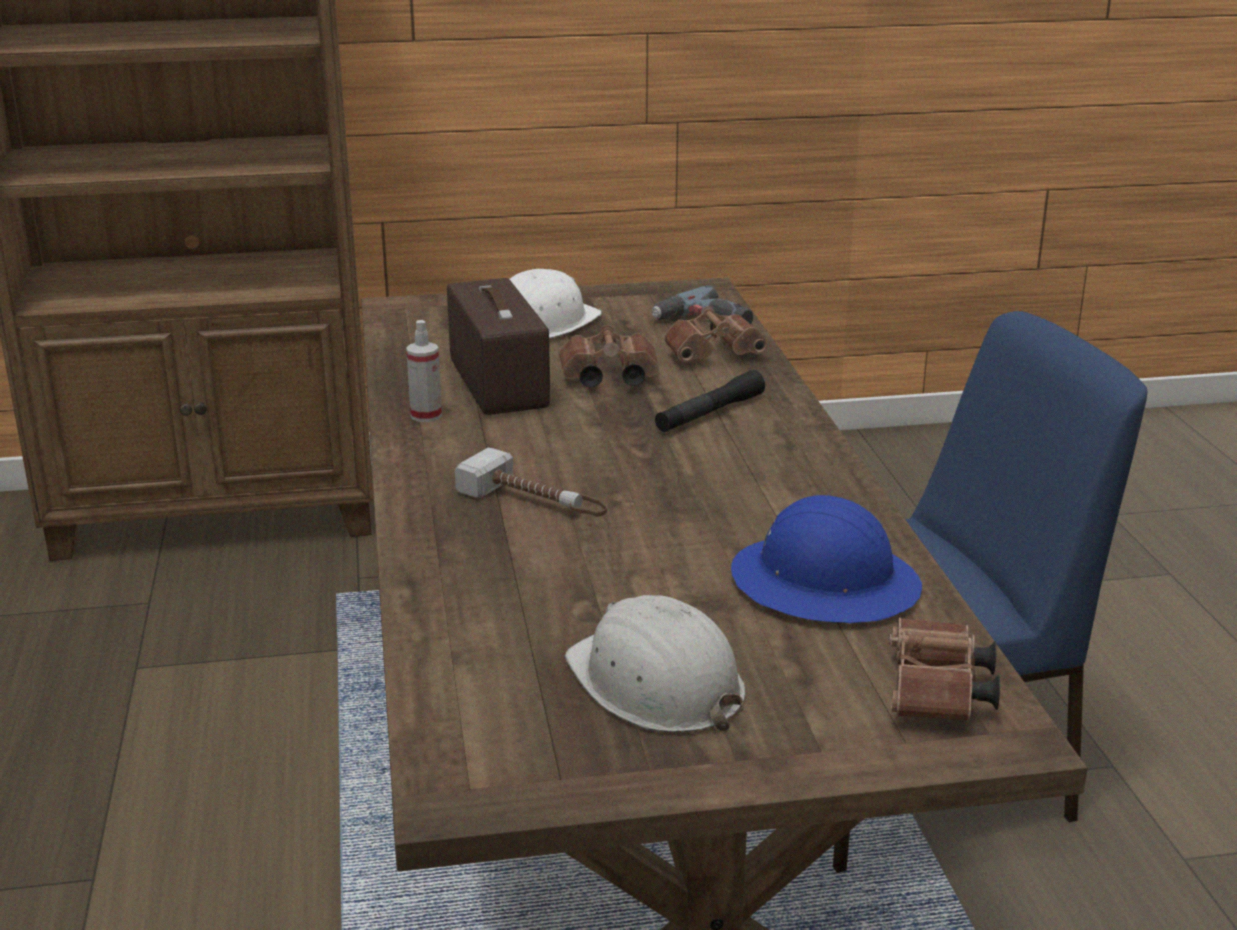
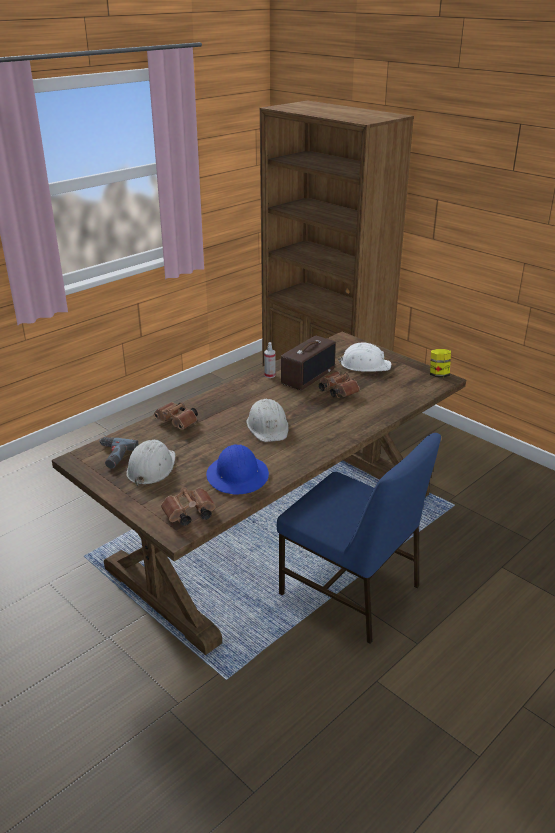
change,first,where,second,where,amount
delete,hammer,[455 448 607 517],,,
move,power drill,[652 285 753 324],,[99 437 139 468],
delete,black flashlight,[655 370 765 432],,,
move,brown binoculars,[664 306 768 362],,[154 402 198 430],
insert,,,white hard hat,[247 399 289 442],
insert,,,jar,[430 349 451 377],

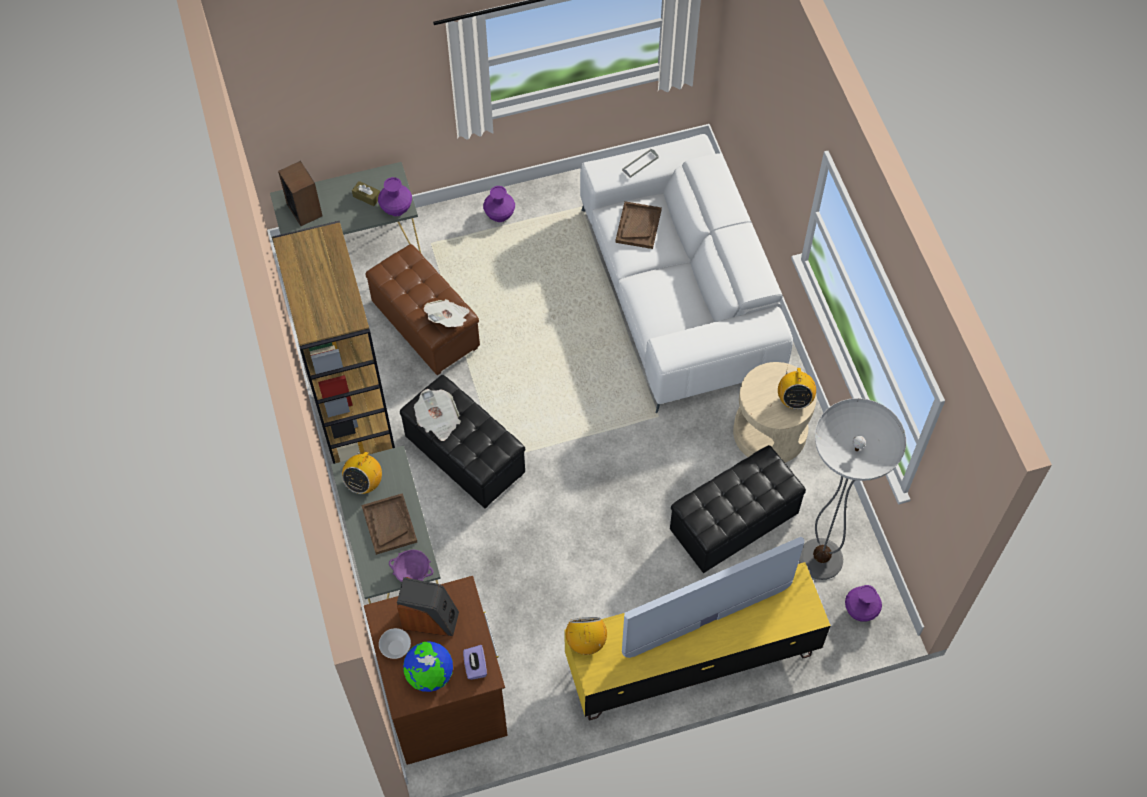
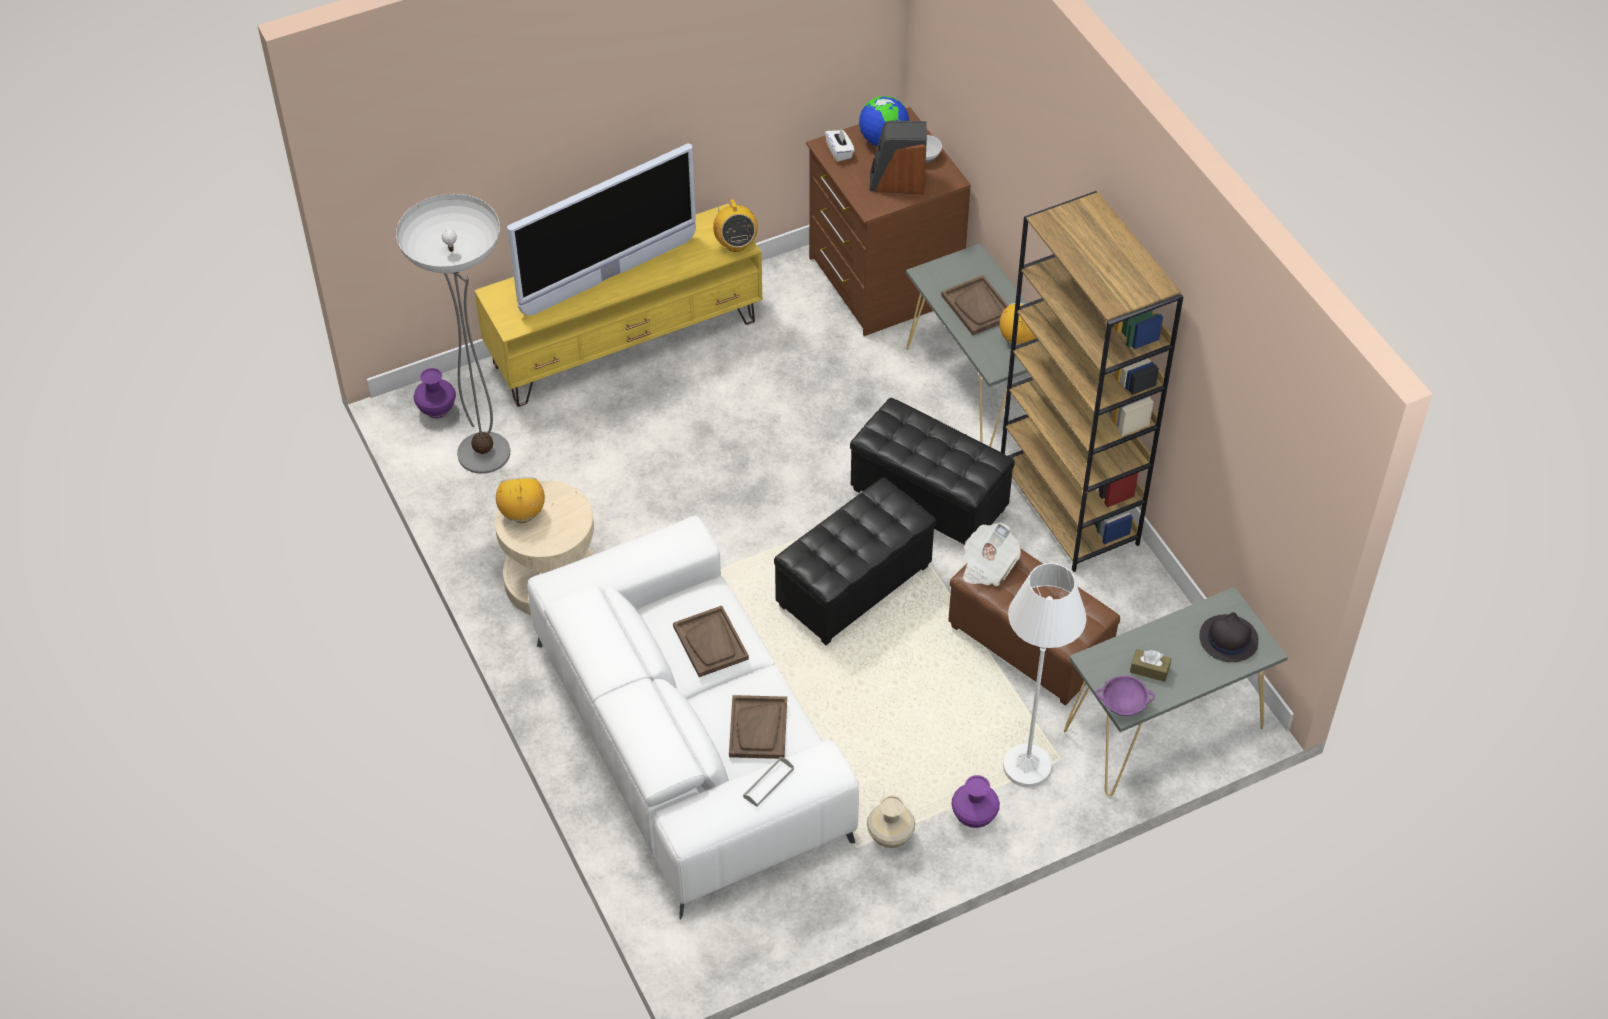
change,first,where,second,where,amount
replace,speaker,[278 161 323 226],black hat,[1199 612 1259 662],
delete,purple vase,[378 177 412 216],,,
move,purple bowl,[389 549 433 582],,[1095 676 1155 716],
delete,newspaper,[414 389 461 441],,,
recolor,purple tissue box,[463 645 487 680],white tissue box,[825 129 855 162],
move,black ottoman,[670 445 806 573],,[774 478 936 645],
insert,,,brown tray,[673 606 749 677],
insert,,,beige vase,[867 795 915 848],
insert,,,white floor lamp,[1003 563 1087 787],

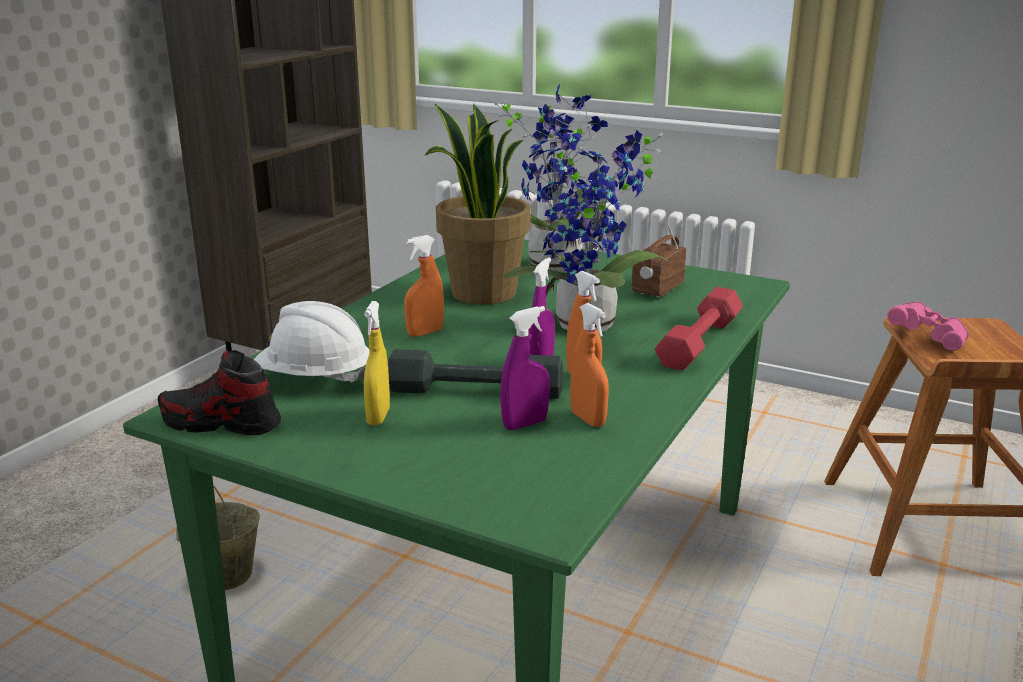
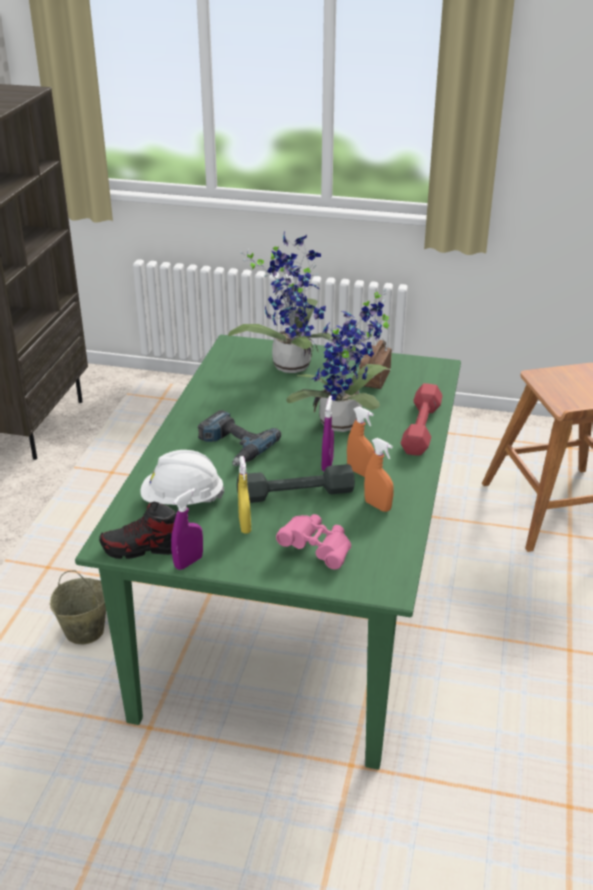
change,first,where,second,where,amount
replace,orange spray bottle,[404 235 444 337],power drill,[197 410 281 466],
delete,potted plant,[424 104 531 305],,,
move,purple spray bottle,[500 306 550 430],,[171 488 203 570],
move,pink binoculars,[887 302 969 351],,[276 514 351 570],

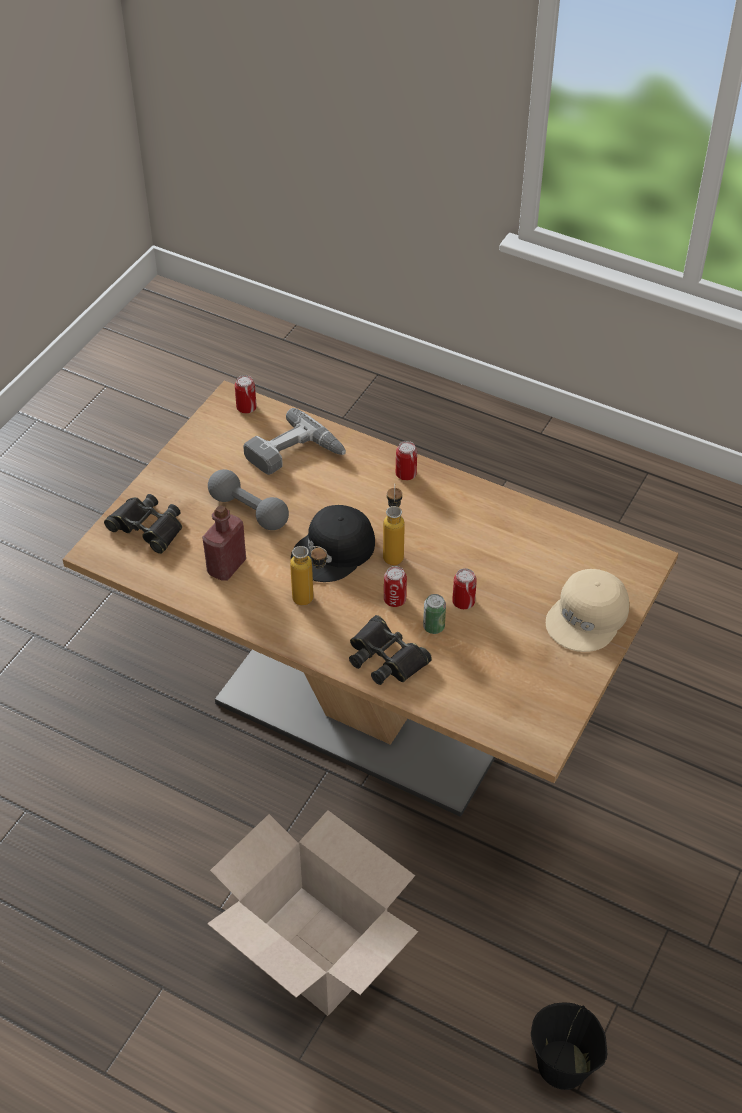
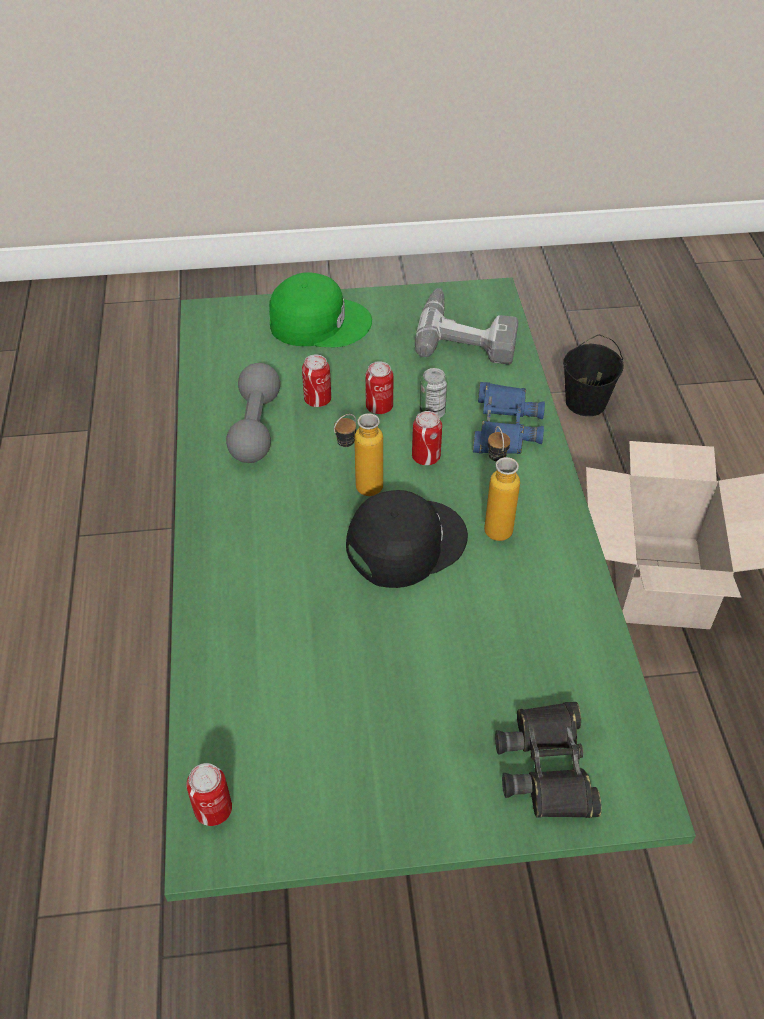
change,first,where,second,where,amount
recolor,brown dining table,[63 381 678 817],green dining table,[164 277 696 902],
delete,red bottle,[202 505 246 581],,,
move,grey dumbbell,[208 469 289 530],,[226 363 280 463],
move,power drill,[243 408 346 475],,[415 288 518 365],
rotate,black cap,[291 505 375 582],,[346 490 468 588],45 degrees counterclockwise
recolor,black binoculars,[349 615 432 685],blue binoculars,[473 382 545 454],
move,can,[396 441 417 480],,[302 355 331 407],
recolor,beige cap,[546 569 629 652],green cap,[269 272 372 347],

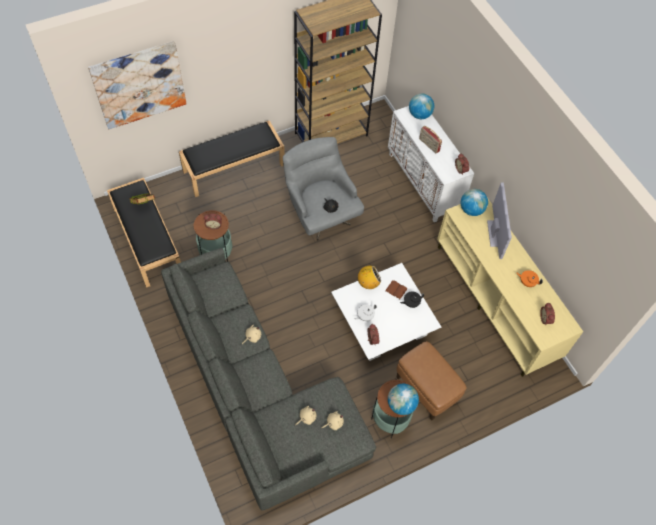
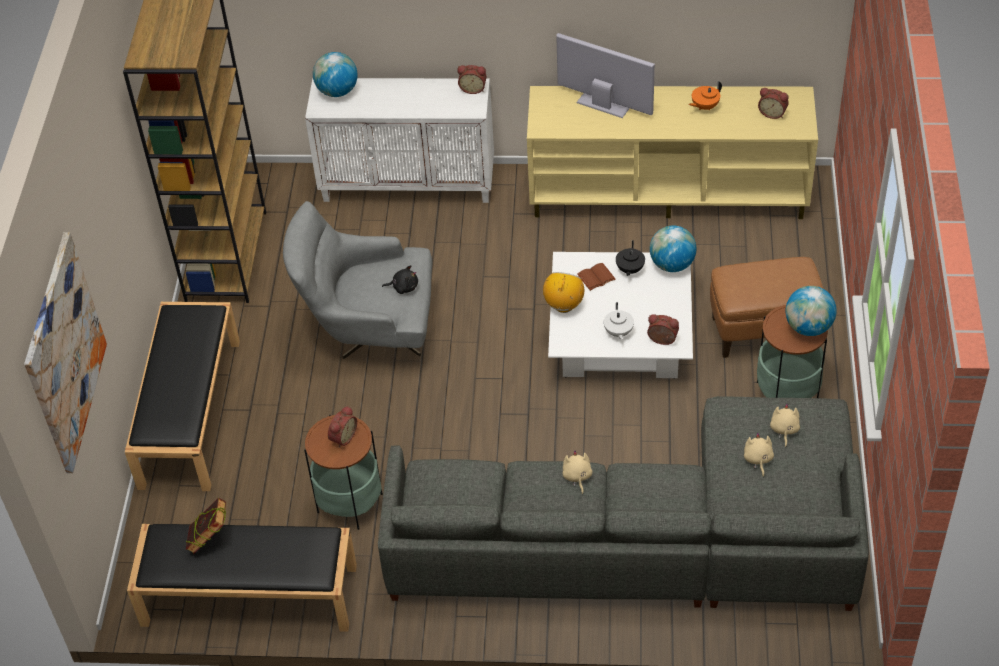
change,first,where,second,where,amount
delete,radio,[419 126 442 153],,,
move,globe,[461 189 488 216],,[650 225 696 272],

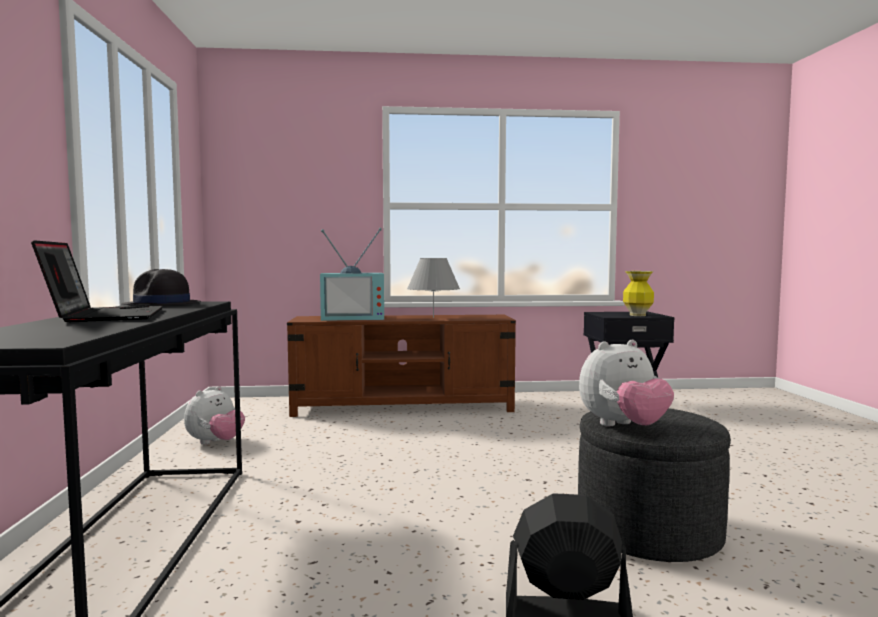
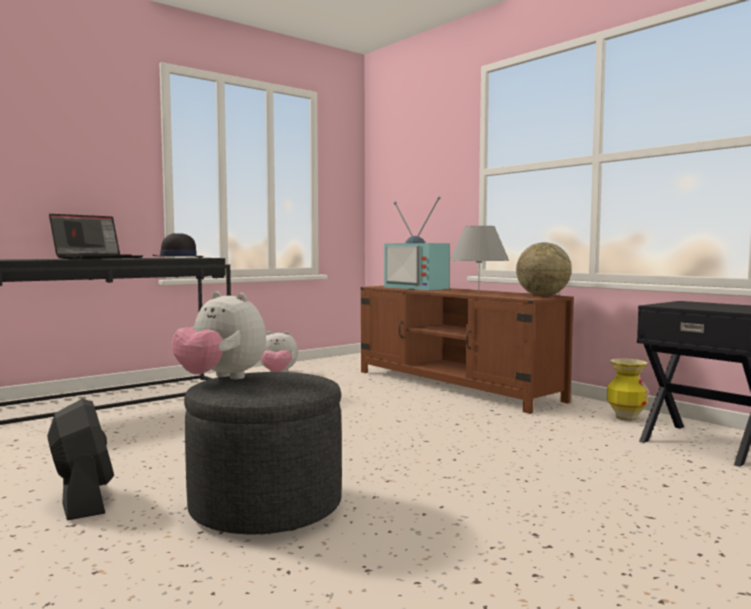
change,first,where,second,where,amount
move,vase,[623 271 654 316],,[607 358 649 421],
insert,,,globe,[516 242 572 296],

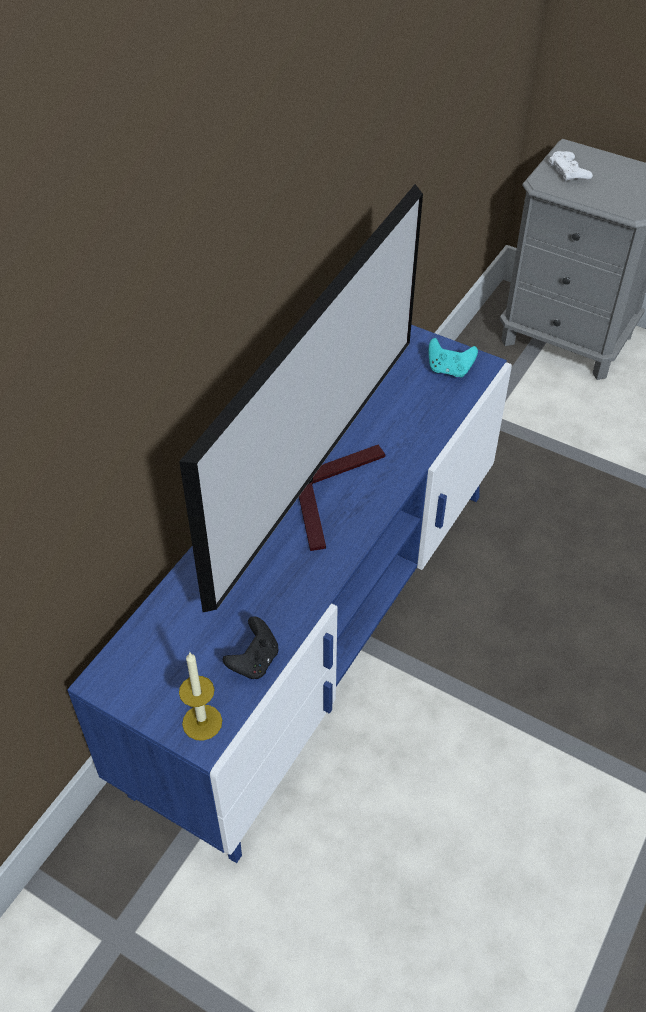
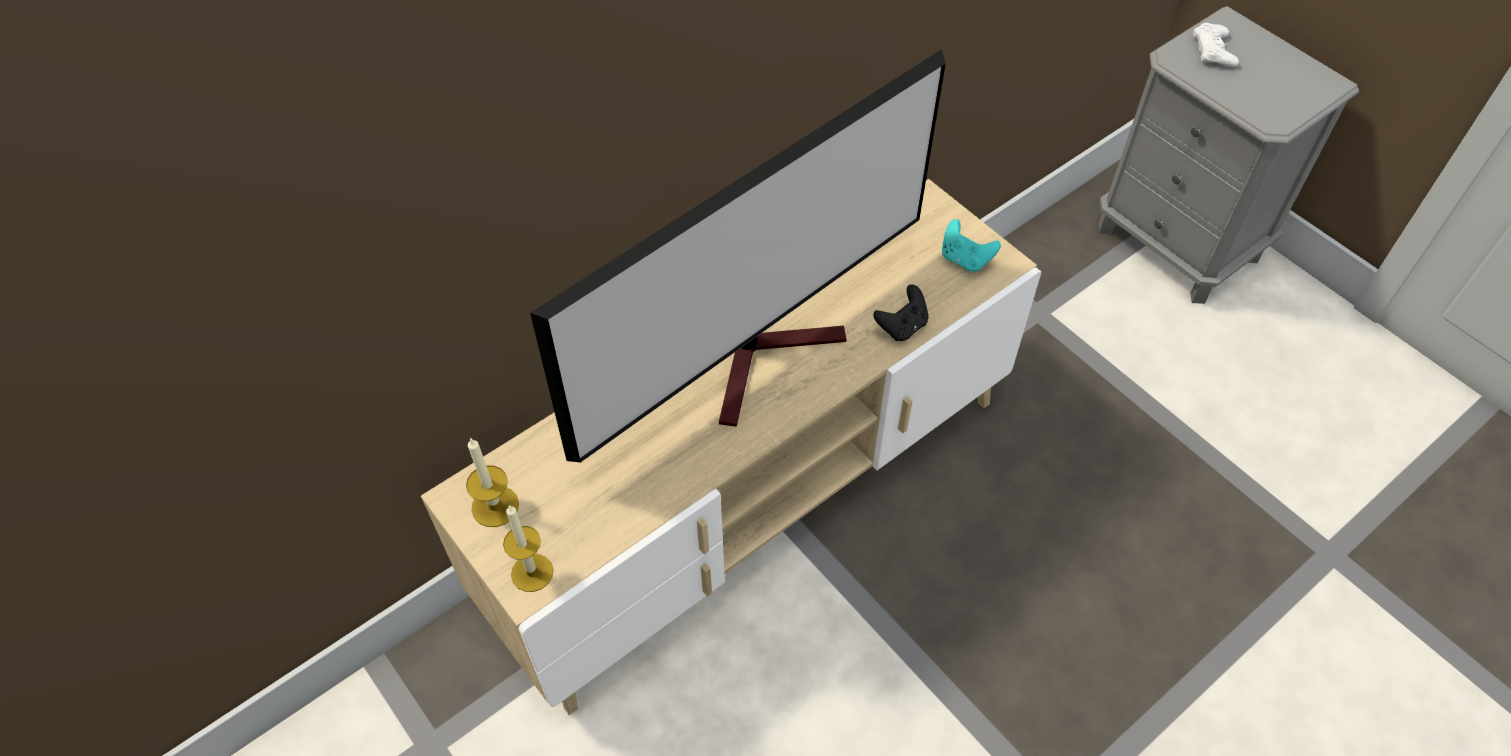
change,first,where,second,where,amount
recolor,blue tv stand,[67 325 512 863],beige tv stand,[421 179 1041 715],
move,black game controller,[223 616 278 679],,[873 284 929 341],
insert,,,candle,[466 438 519 527],

